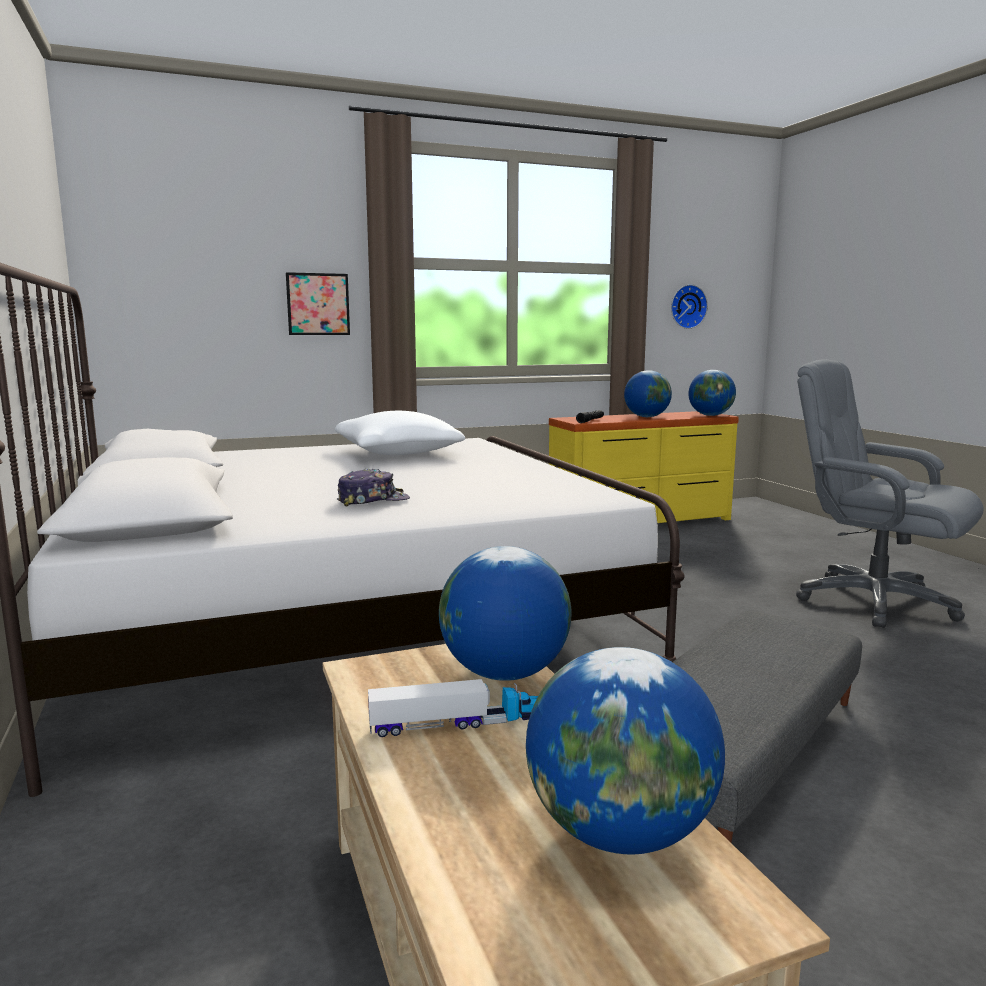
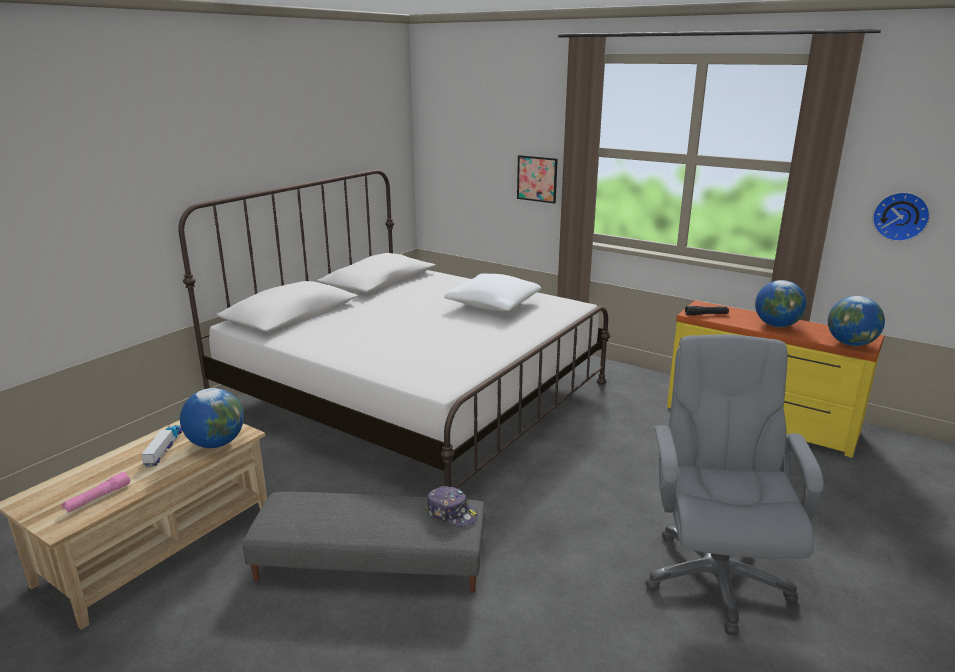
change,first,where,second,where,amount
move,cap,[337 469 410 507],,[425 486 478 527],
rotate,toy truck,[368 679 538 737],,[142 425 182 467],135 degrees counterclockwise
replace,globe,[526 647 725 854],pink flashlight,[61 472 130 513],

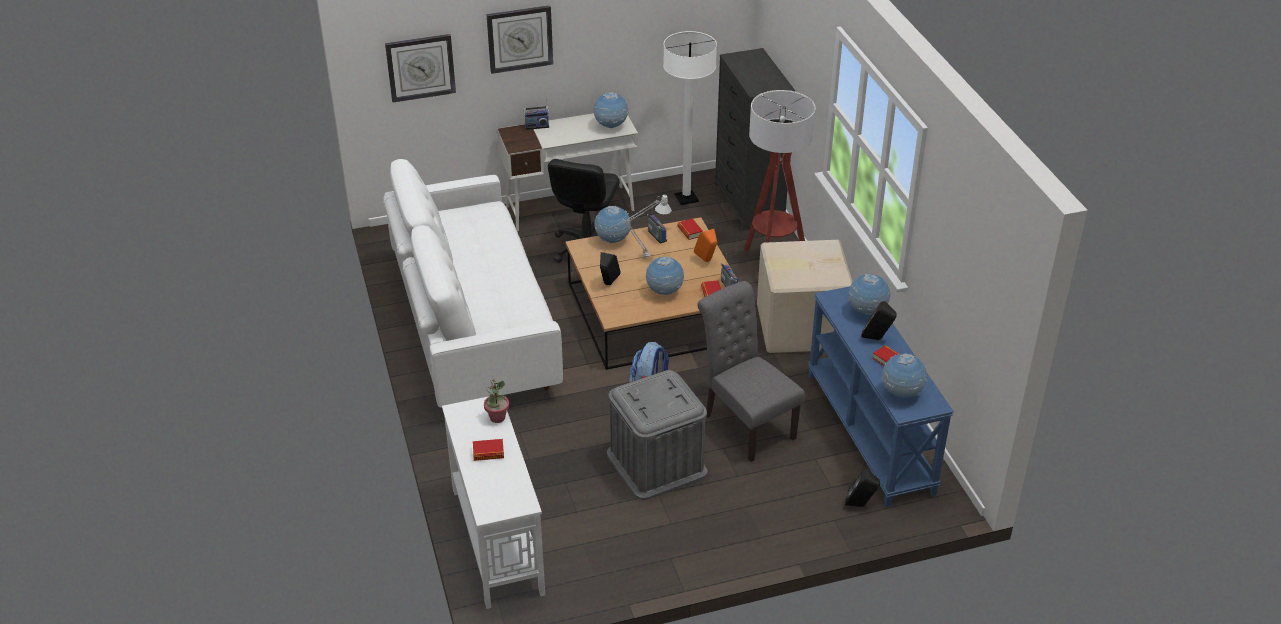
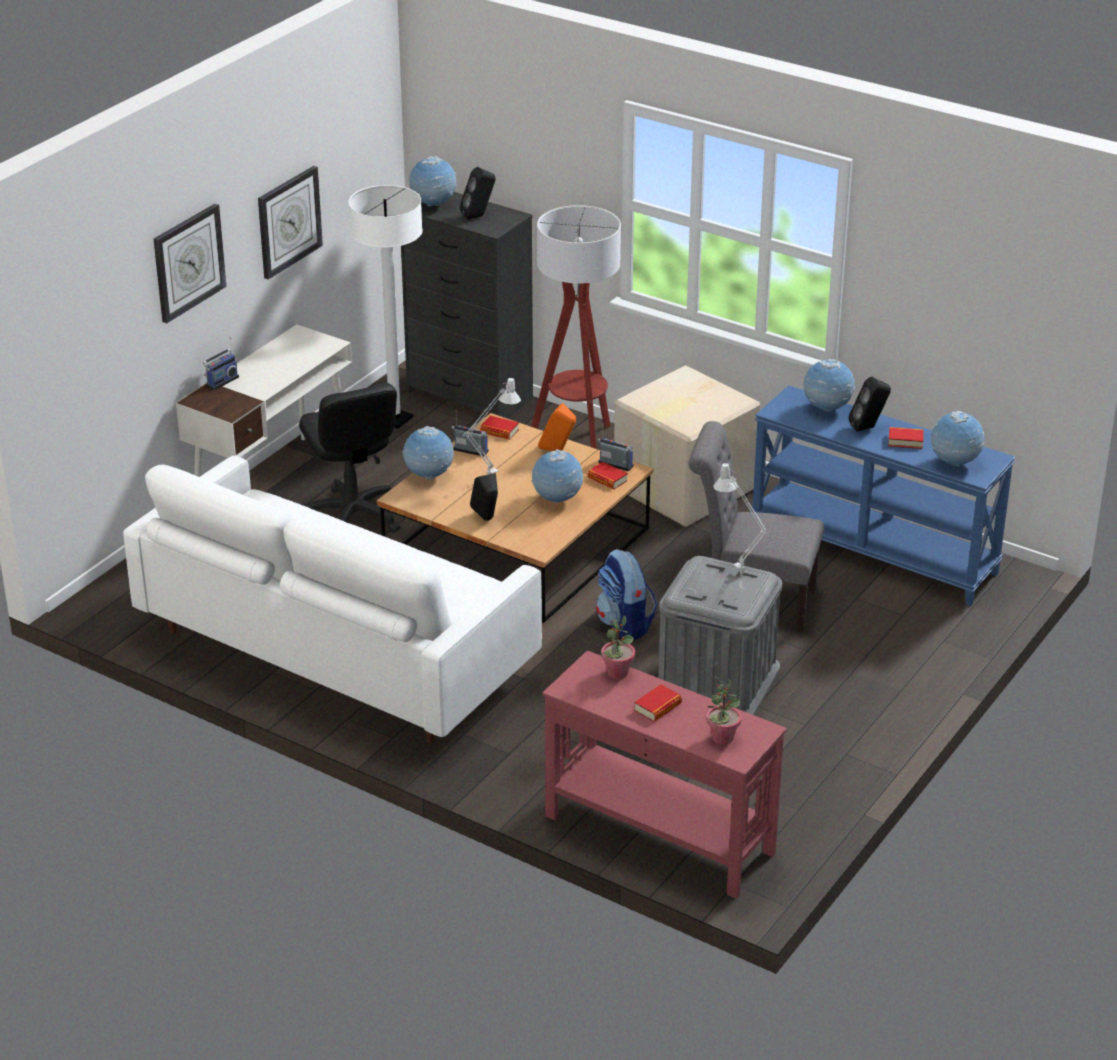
change,first,where,second,where,amount
move,wall clock,[385 34 456 102],,[258 166 323 280],
recolor,white console table,[442 394 545 609],red console table,[542 650 787 899],
move,globe,[594 92 629 128],,[409 156 457 206],
move,black speaker,[845 469 880 507],,[460 167 496 219],
insert,,,potted plant,[706 679 742 745],
insert,,,grey table lamp,[713 463 782 574],

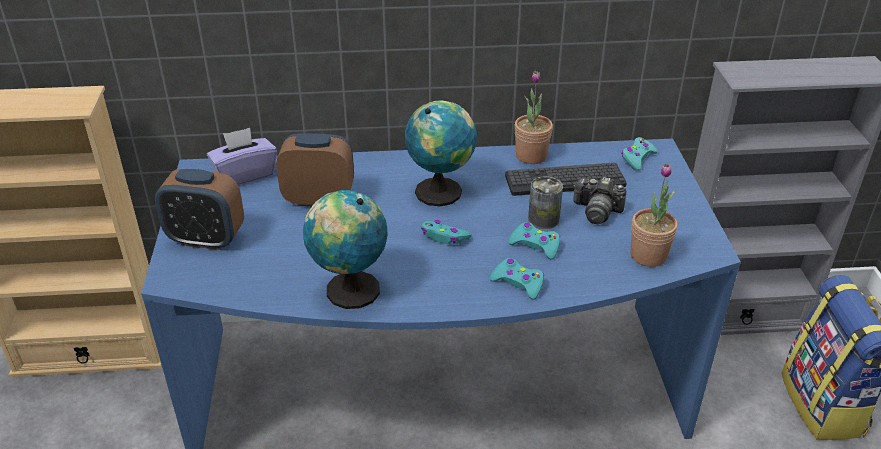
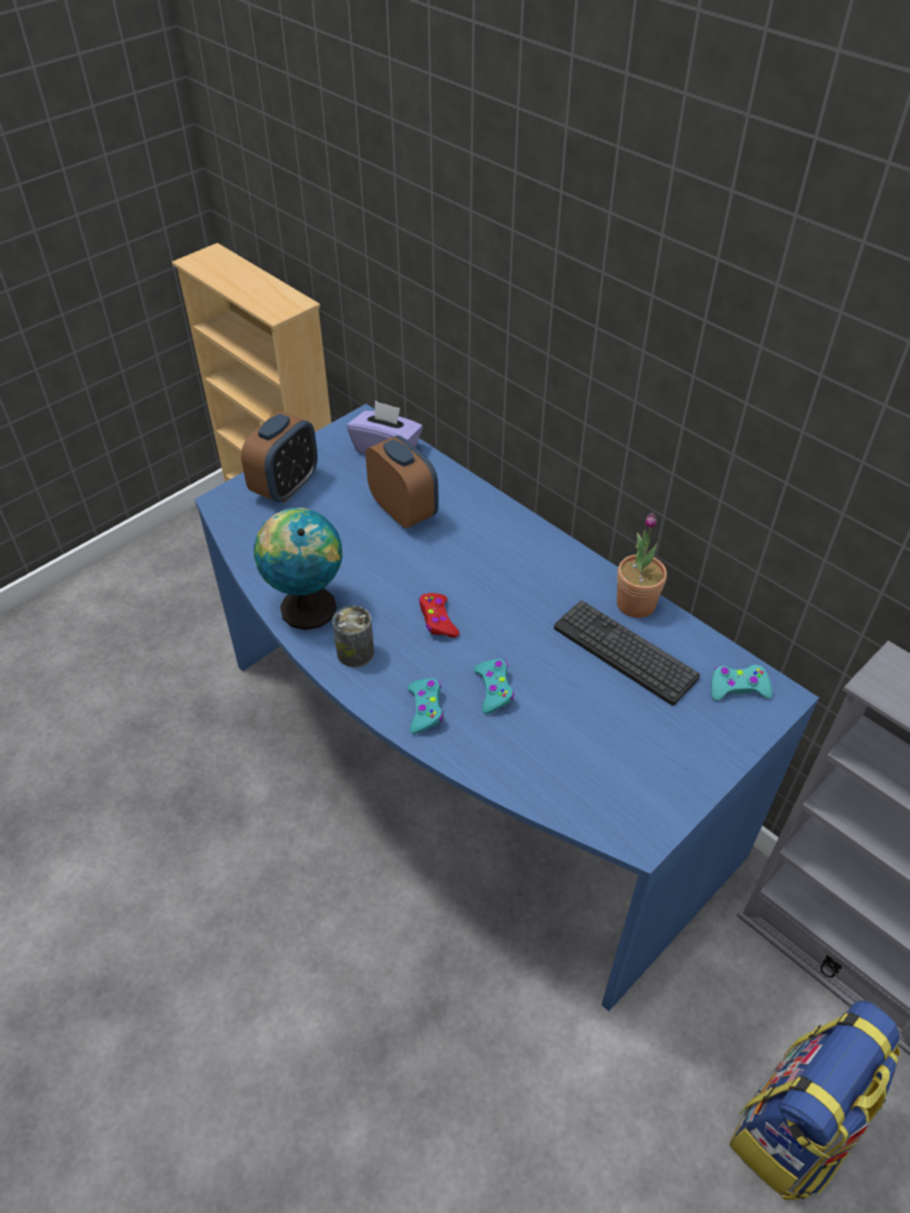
change,first,where,second,where,amount
rotate,alarm clock,[155 169 244 250],,[241 412 318 503],120 degrees counterclockwise
delete,globe,[405 100 477 206],,,
recolor,turquoise game controller,[421 220 472 244],red game controller,[419 593 459 638],
move,can,[528 176 563 229],,[332 606 374 667],
delete,photo camera,[573 177 626 224],,,
delete,potted plant,[630 163 678 267],,,

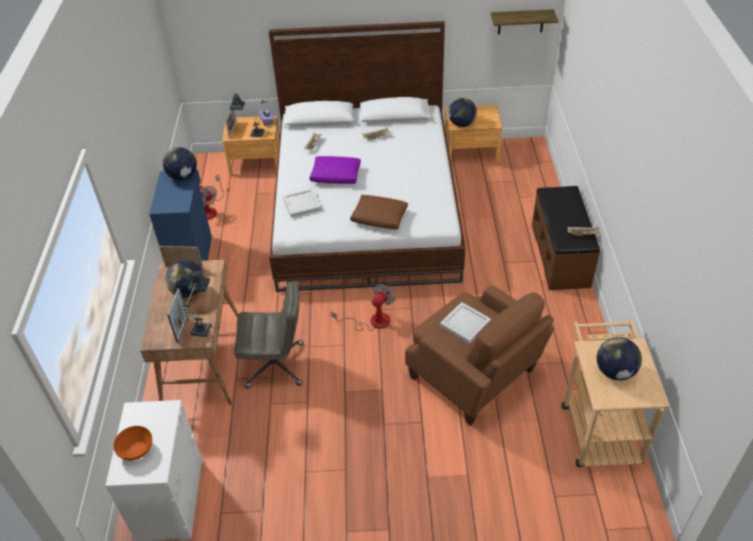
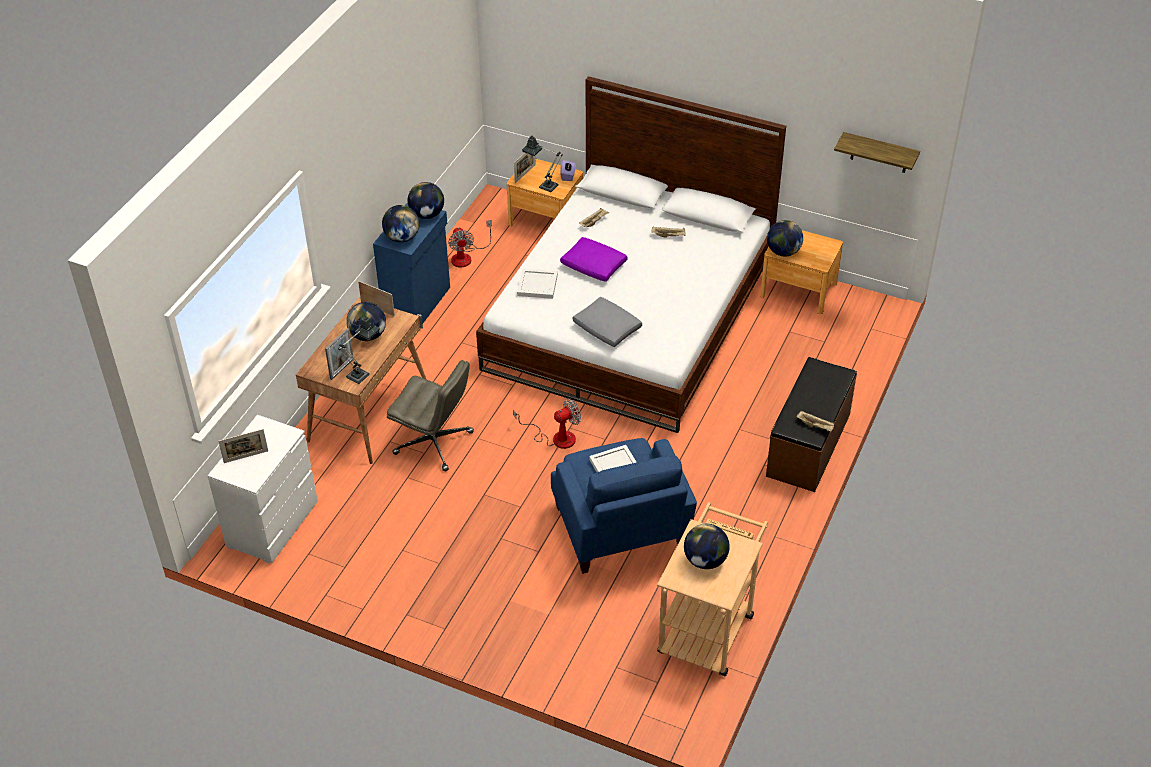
change,first,where,second,where,amount
replace,orange bowl,[113 426 152 460],picture frame,[218 429 268 463],
recolor,brown pillow,[350 195 408 229],grey pillow,[573 297 642 347],
recolor,brown armchair,[405 285 554 426],blue armchair,[551 438 697 574],
insert,,,globe,[382 205 419 242],

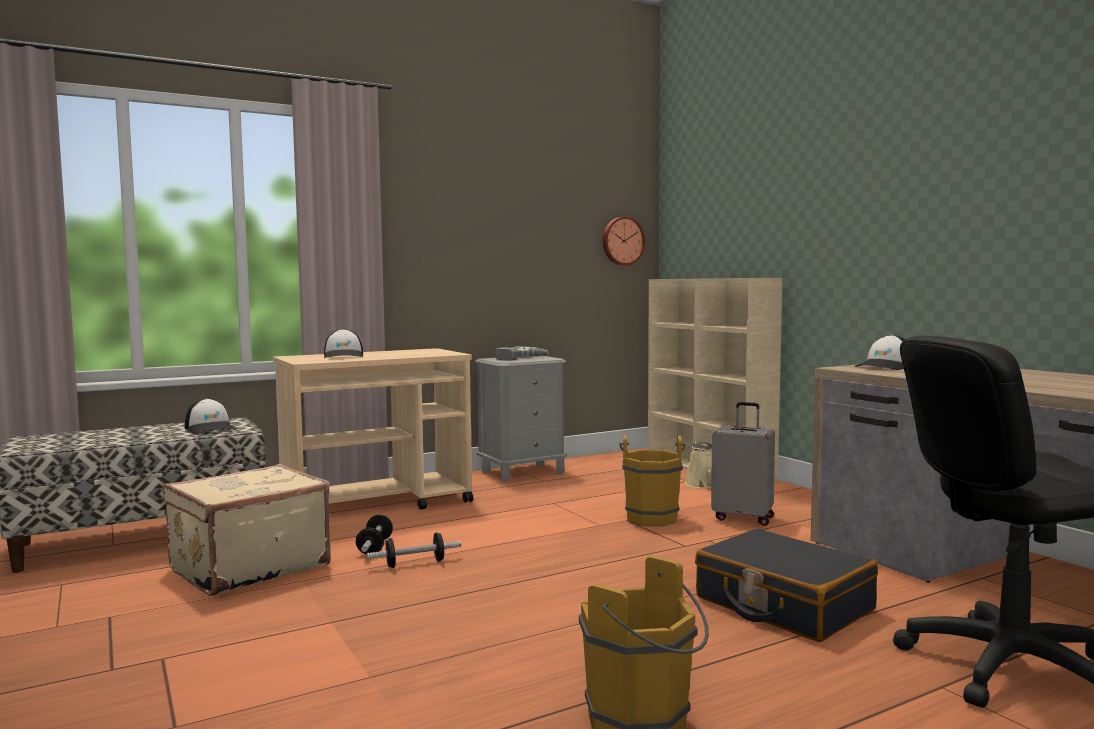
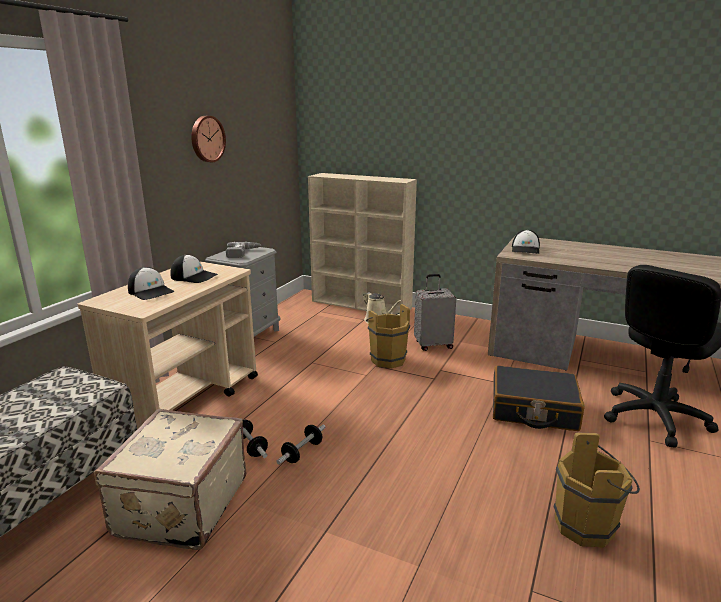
change,first,where,second,where,amount
move,cap,[185 398 236 434],,[170 255 218 283],
move,wall clock,[602 217 645 265],,[191 116 226 162],

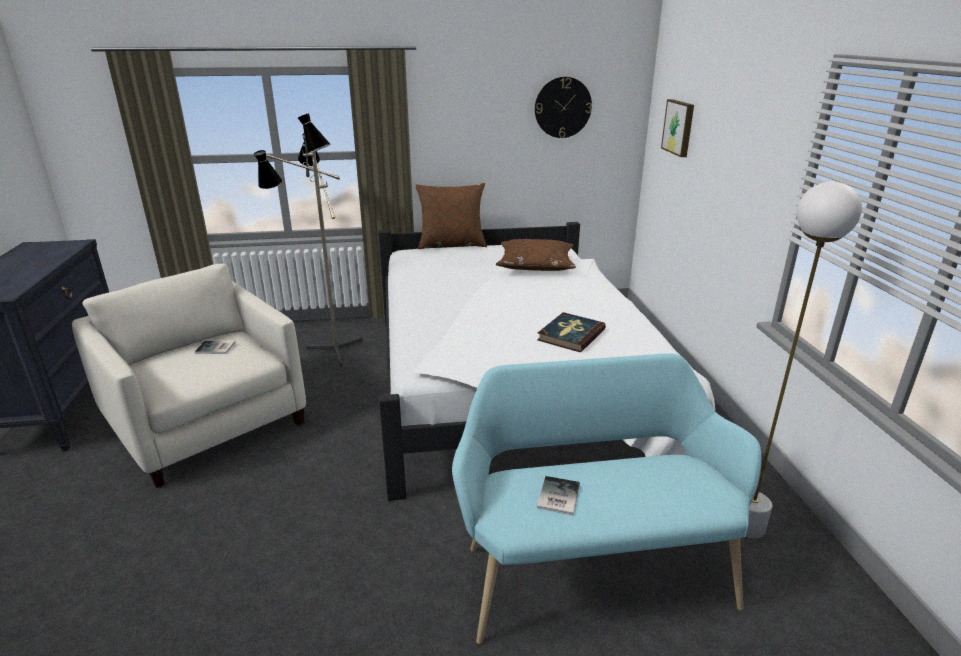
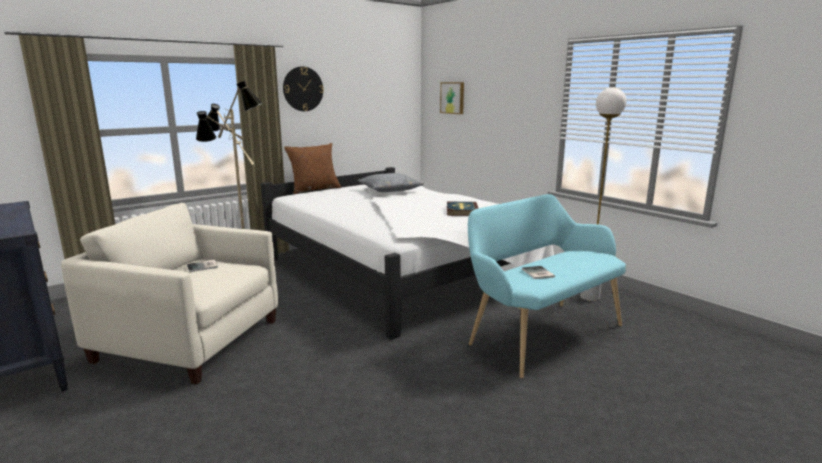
change,first,where,second,where,amount
recolor,brown pillow,[496 239 576 271],grey pillow,[358 173 424 192],
move,wall clock,[535 77 592 138],,[283 66 324 111],

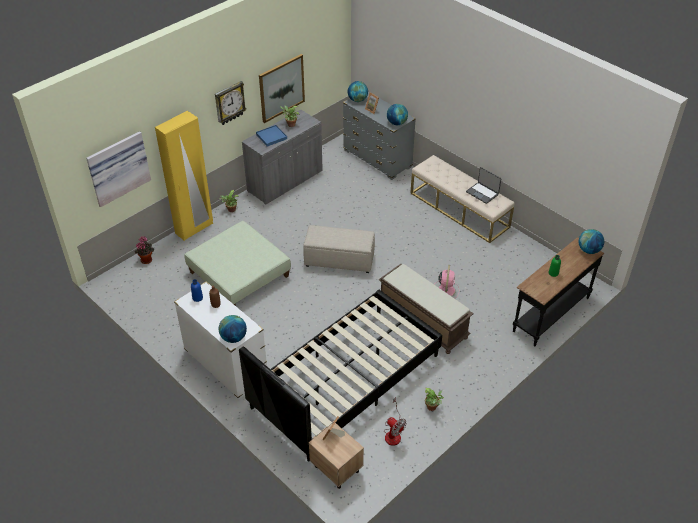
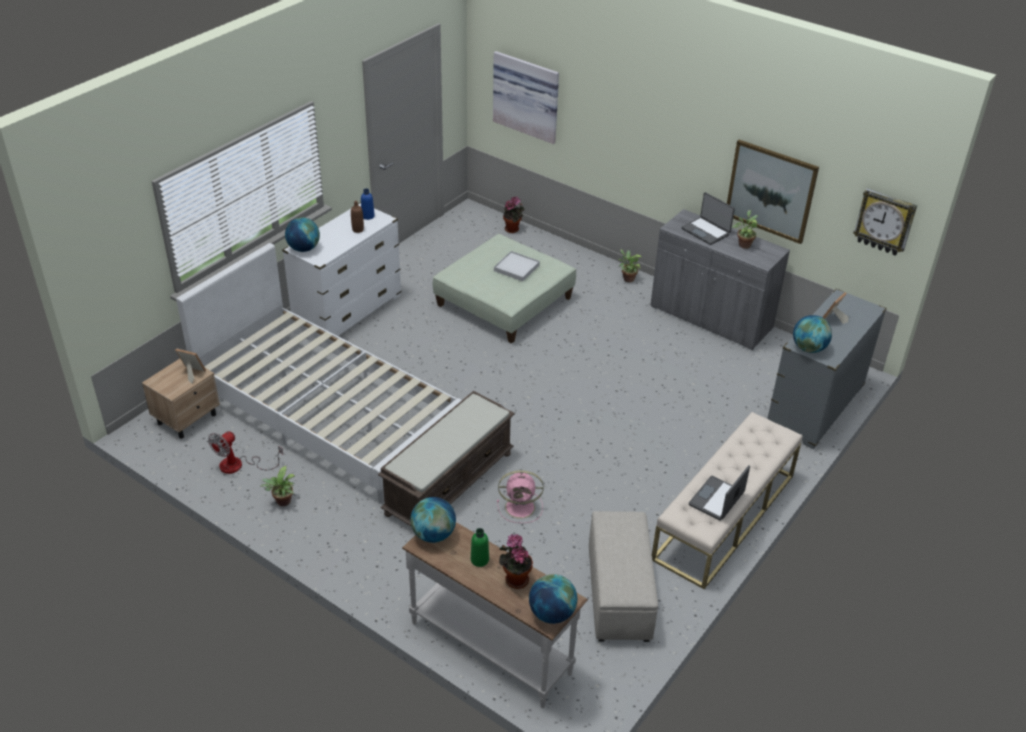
change,first,where,second,where,amount
delete,yellow wardrobe,[155 111 213 241],,,
move,wall clock,[215 81 246 125],,[853 188 917 255],
recolor,black bed,[239 290 442 462],white bed,[176 243 462 504],
replace,blue tray,[256 125 287 147],laptop,[681 192 735 245],
move,beige ottoman,[303 225 375 273],,[589 511 658 642],
move,globe,[348 81 368 102],,[410 497 456 543],
recolor,black console table,[513 237 604 346],white console table,[402 522 588 708],
insert,,,white tray,[494 251 540 281],
insert,,,potted plant,[499 534 533 589],

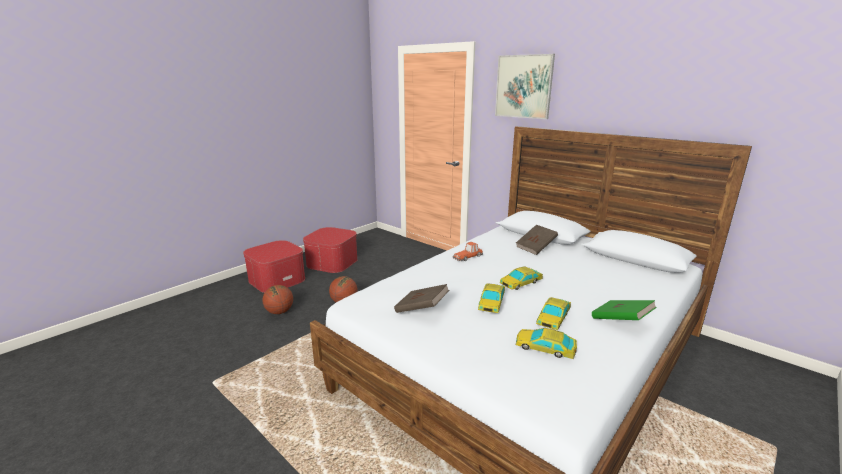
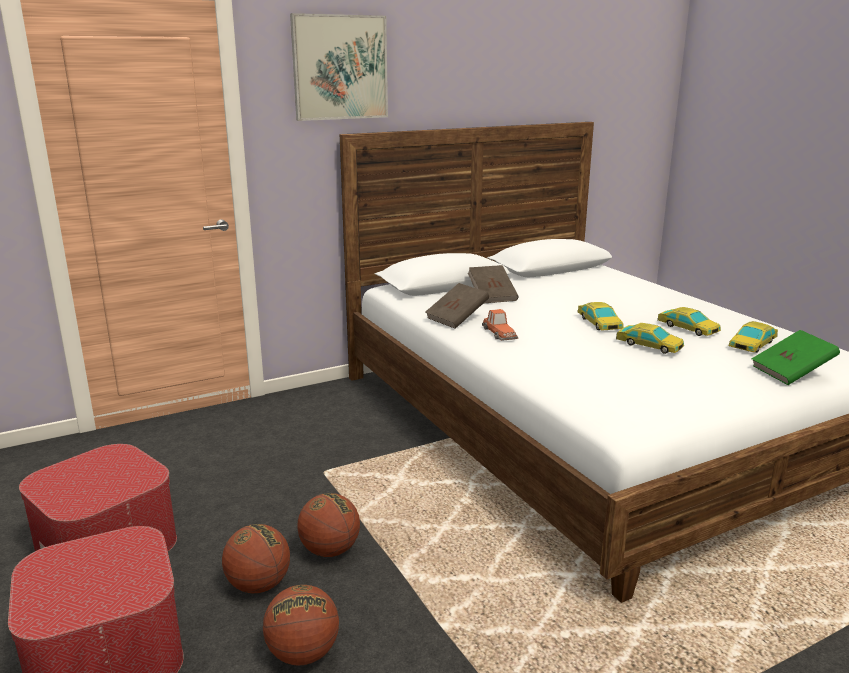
change,first,where,second,where,amount
move,brown book,[394 284 449 313],,[426 283 489 329],
move,green book,[592 300 657 320],,[752 330 840 385],
insert,,,basketball,[222 524 290 593],

